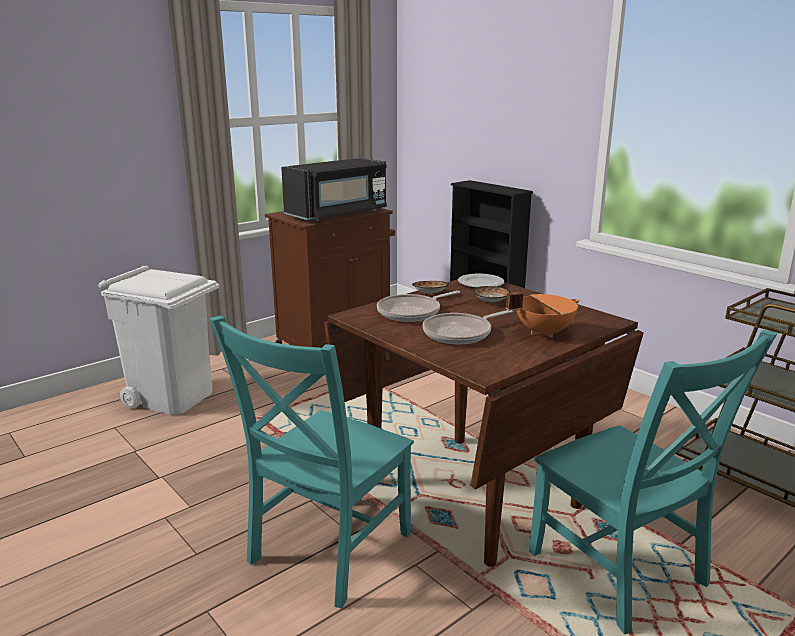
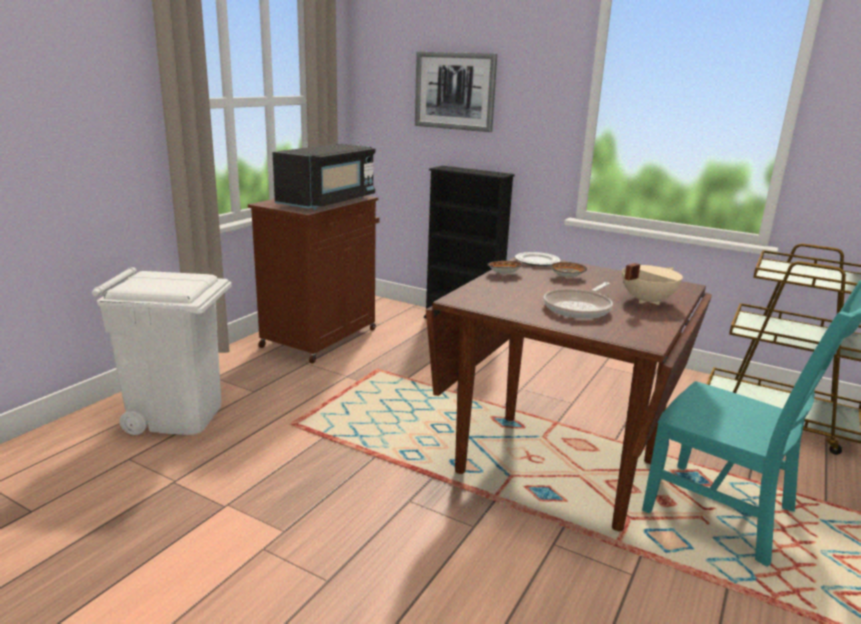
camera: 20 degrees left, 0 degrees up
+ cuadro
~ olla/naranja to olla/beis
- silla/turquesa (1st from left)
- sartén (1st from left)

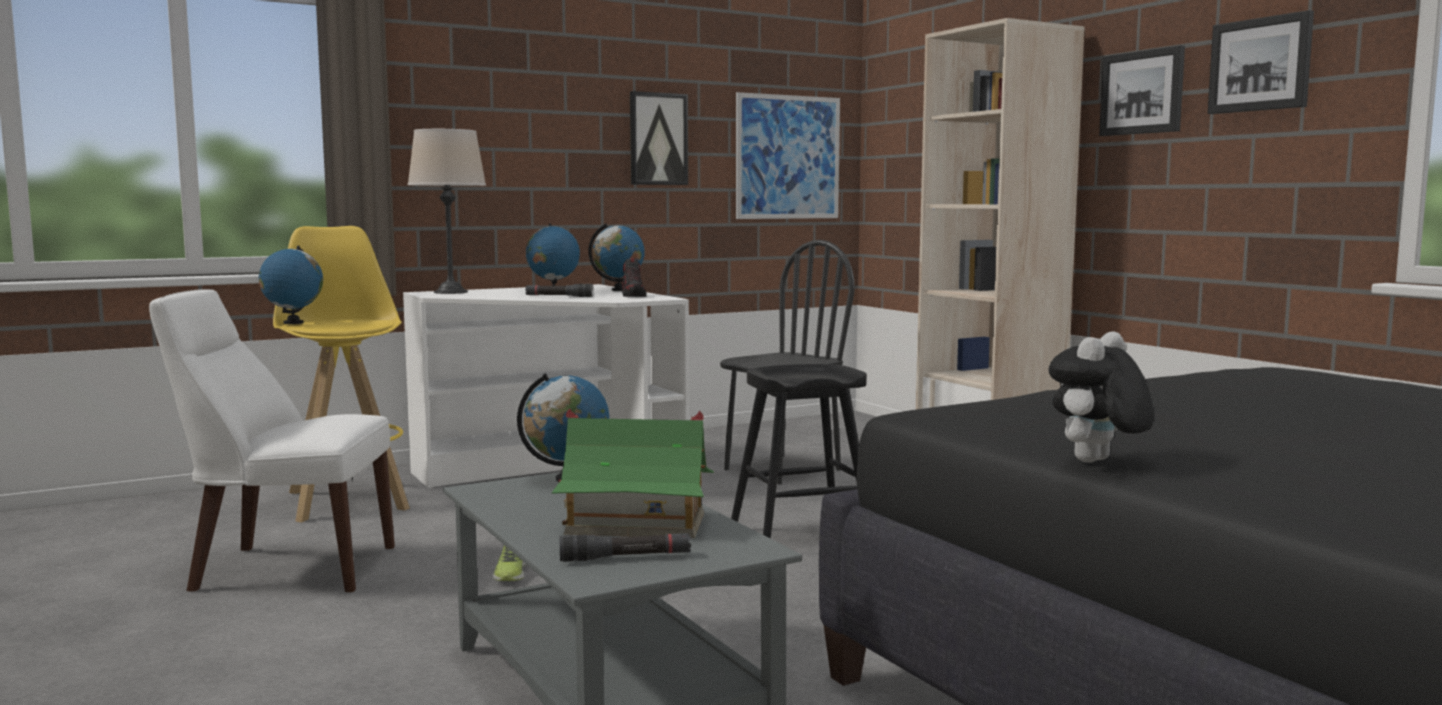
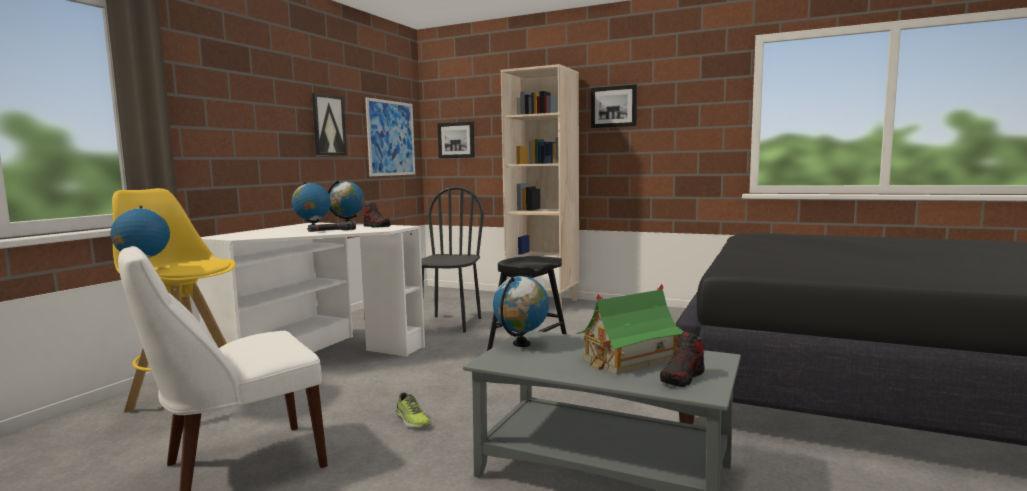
camera: 35 degrees left, 0 degrees up
~ cuadro (4th from left in the first image) to cuadro (3rd from left)
~ linterna/negro (2nd from left) to zapato (3rd from left)
- lámpara de mesa/beis
- peluche

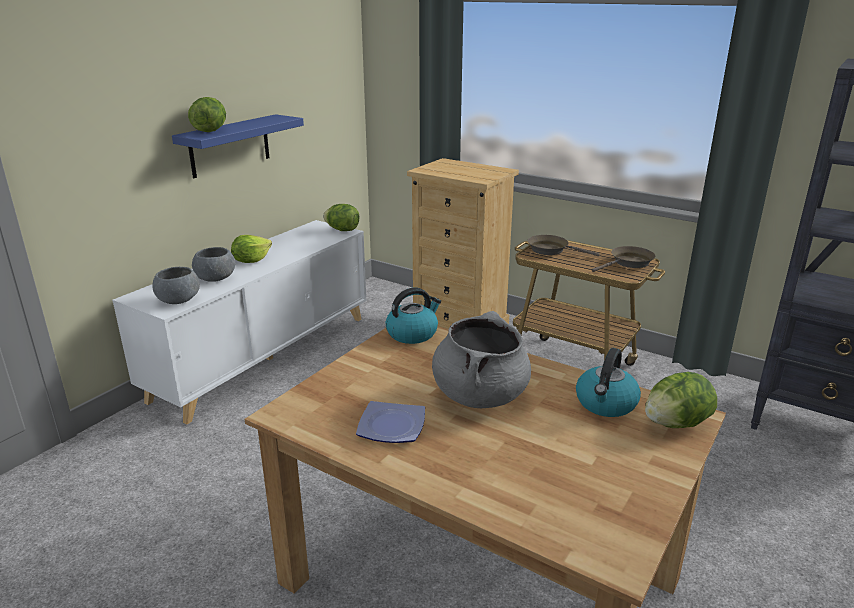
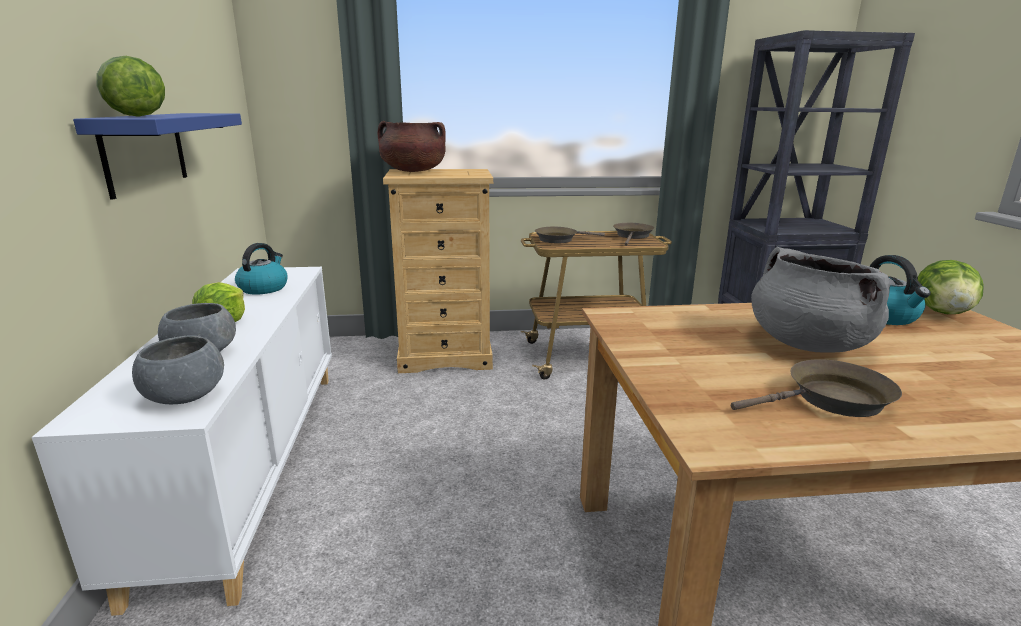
camera: 40 degrees left, 5 degrees down
~ hervidor (1st from left)
+ olla/marrón
~ plato to sartén/marrón (3rd from left)
- lechuga (3rd from left)

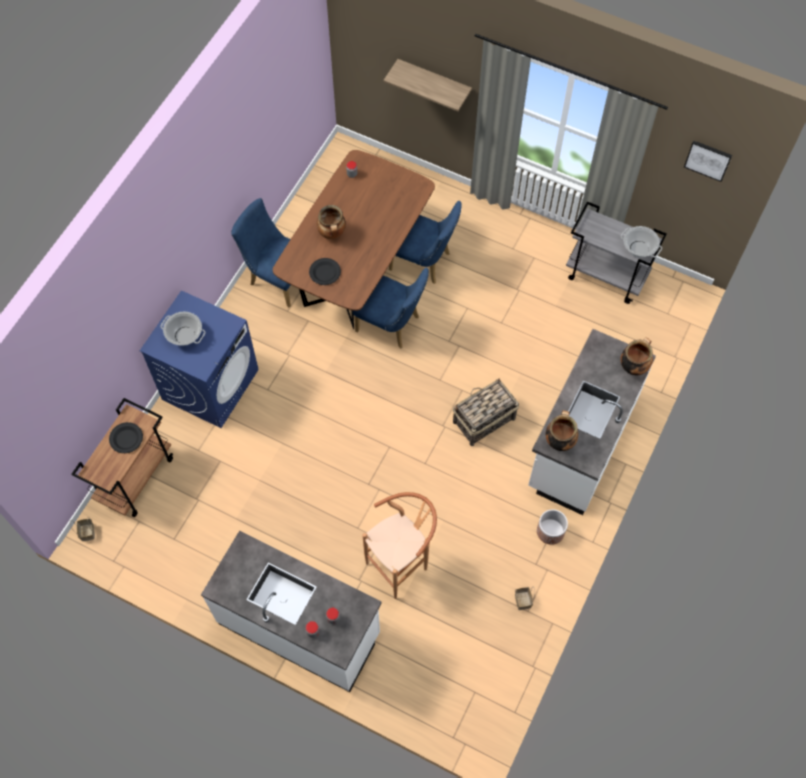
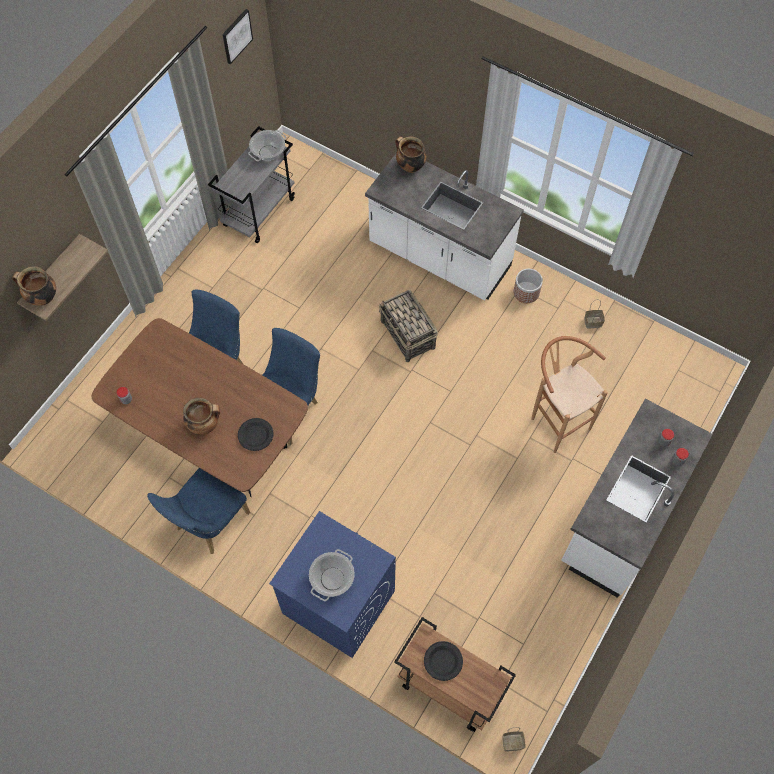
camera: 85 degrees left, 0 degrees up
~ olla (3rd from left in the first image) to olla (1st from left)

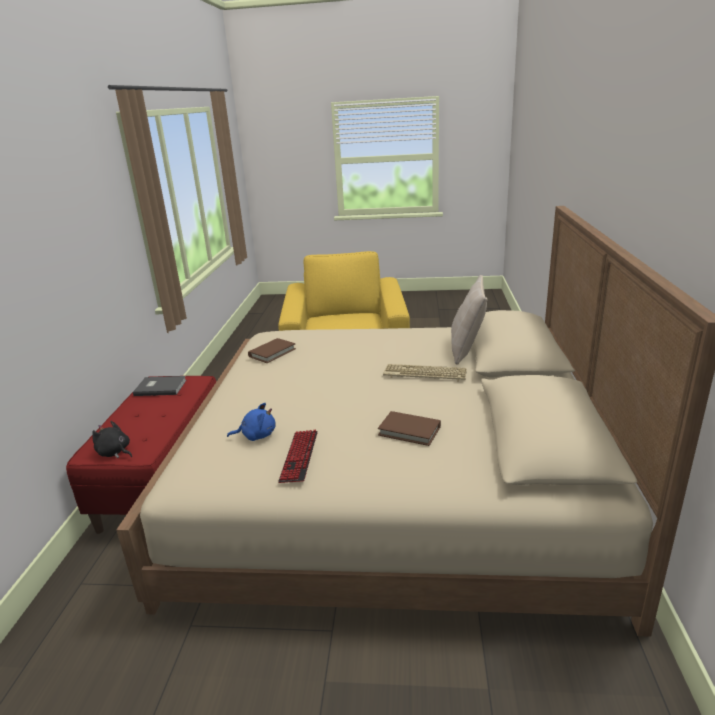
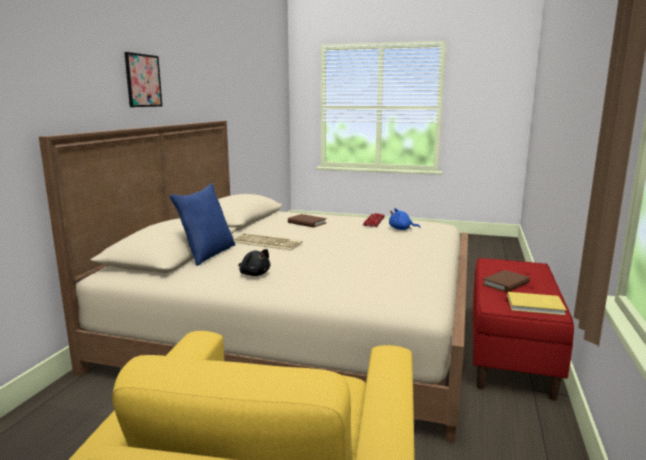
camera: 170 degrees left, 10 degrees down
+ cuadro
~ cojín/beis to cojín/azul
~ peluche/negro
~ libro/marrón (1st from left in the first image) to libro/marrón (2nd from left)
~ libro/gris to libro/amarillo

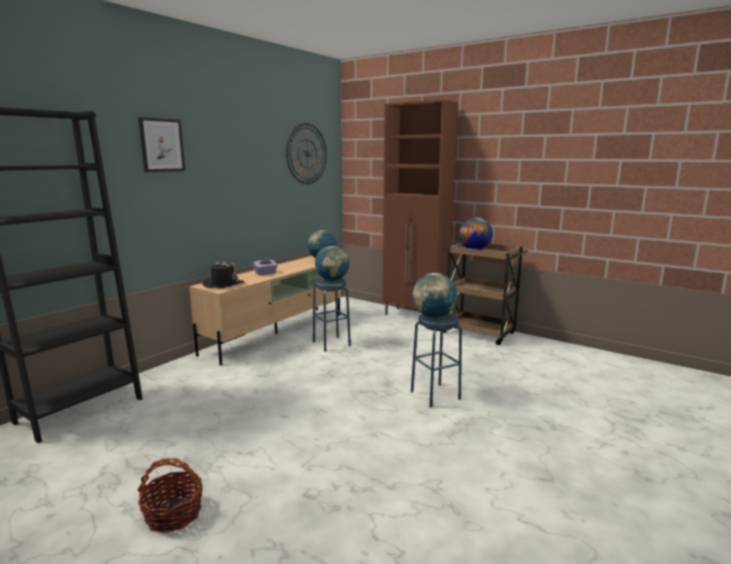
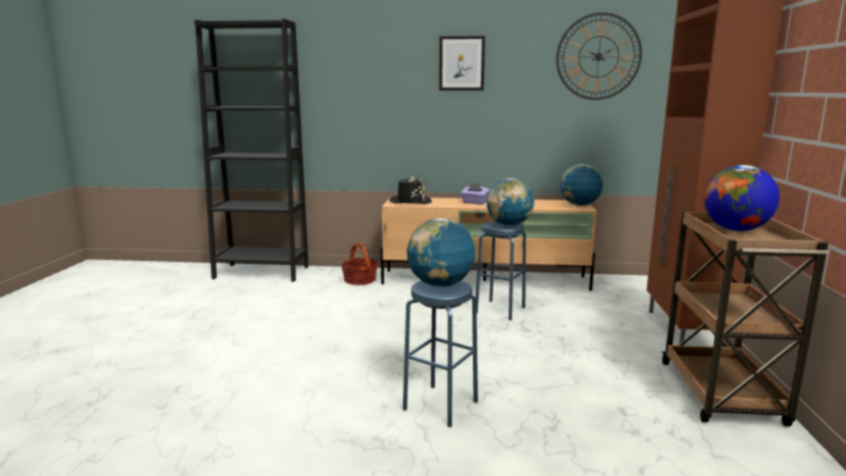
camera: 60 degrees right, 0 degrees up
~ cesta
~ cuadro

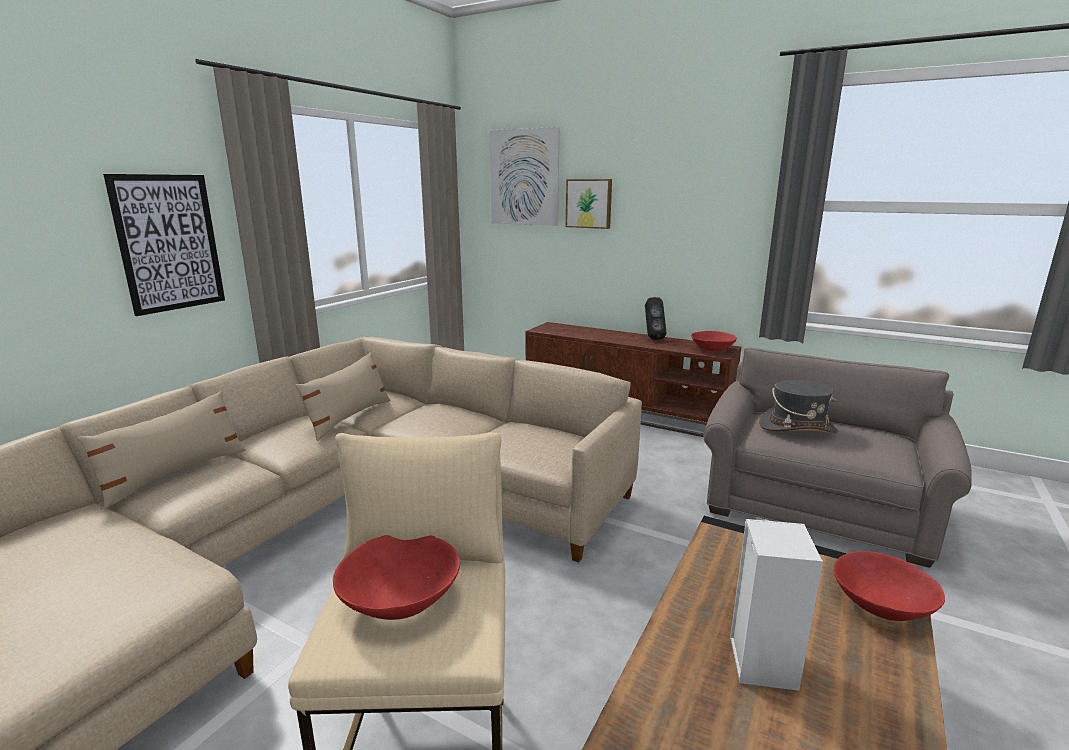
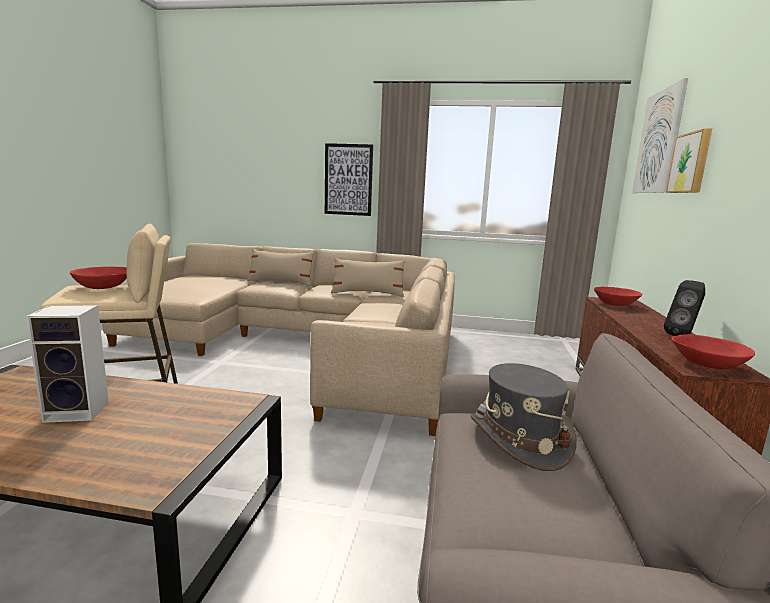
camera: 70 degrees right, 5 degrees down
~ cuenco/rojo (3rd from left in the first image) to cuenco/rojo (2nd from left)

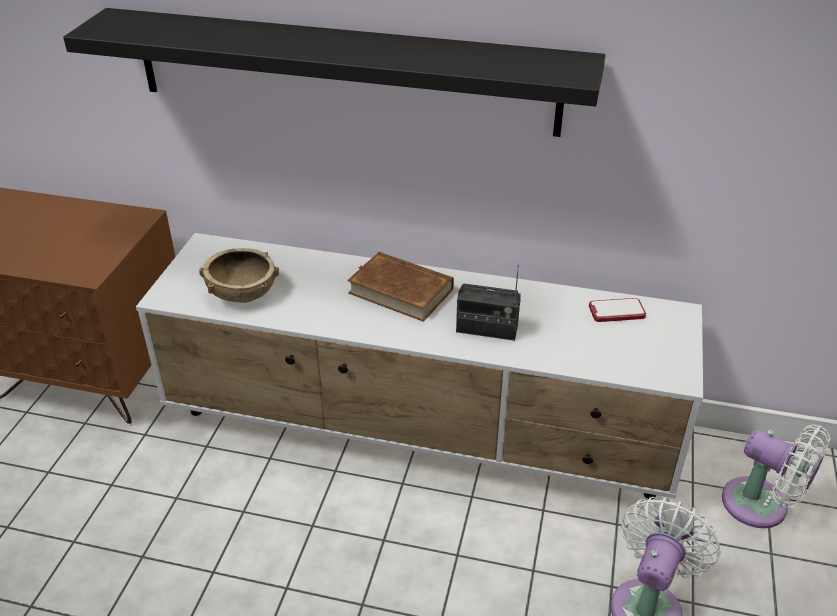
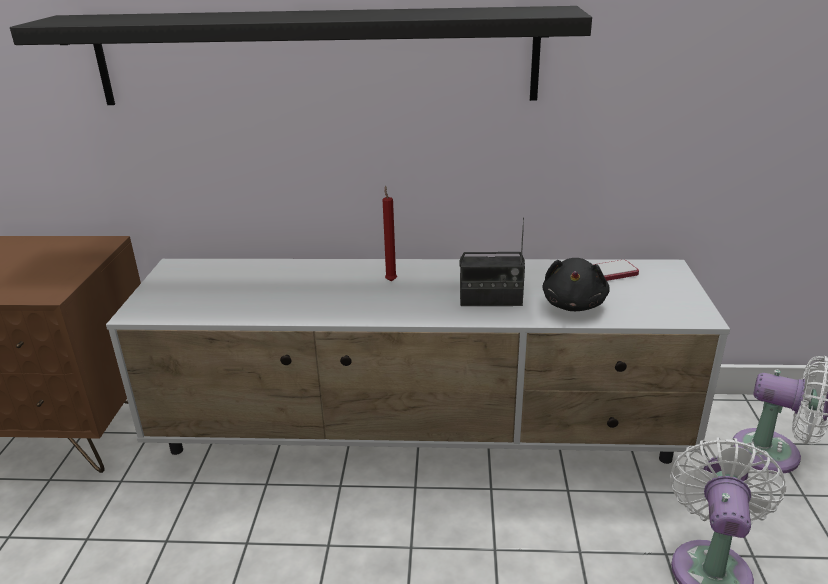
camera: 10 degrees left, 10 degrees down
~ libro/marrón to vela/rojo
+ peluche/negro
- cuenco/marrón

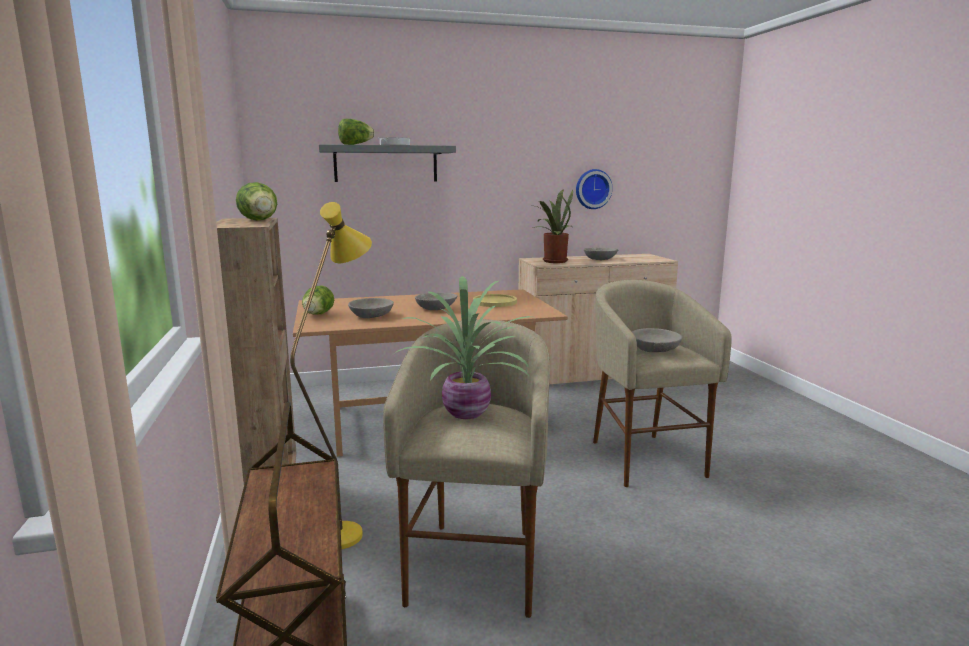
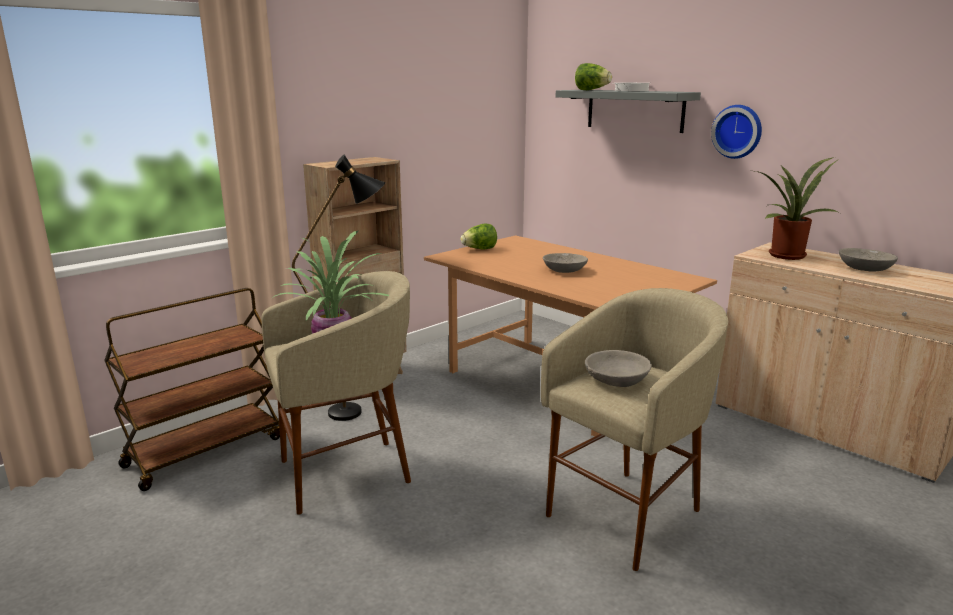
camera: 60 degrees right, 5 degrees up
~ lámpara de pie/amarillo to lámpara de pie/negro
~ reloj de pared
- lechuga (1st from left)
- cuenco/gris (1st from left)
- plato/amarillo

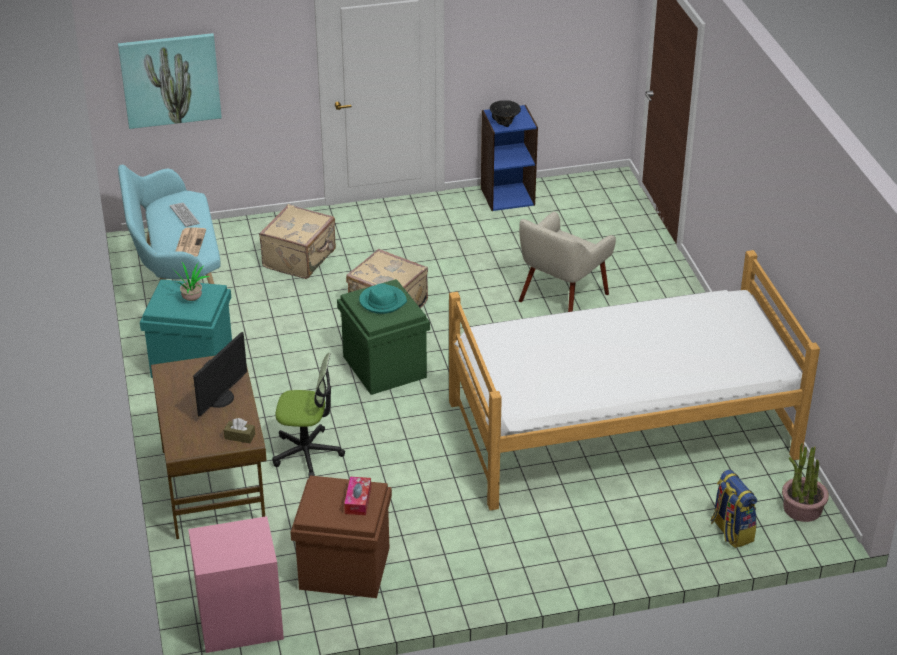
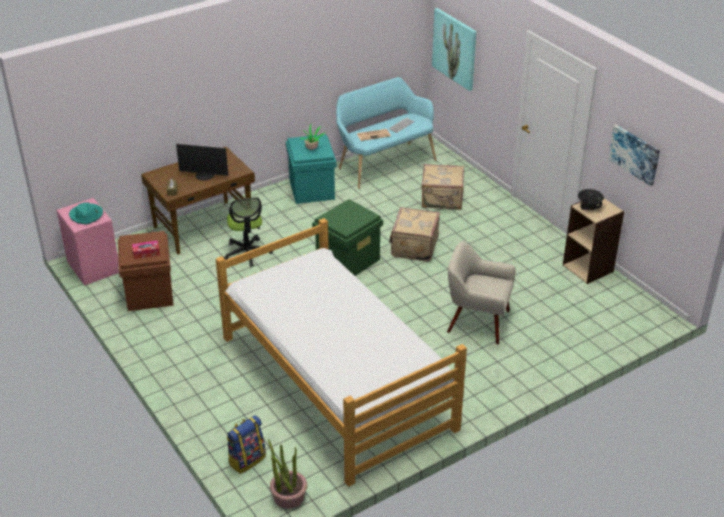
camera: 70 degrees right, 0 degrees up
~ sombrero/turquesa
~ estantería/azul to estantería/beis
+ cuadro (2nd from left)

